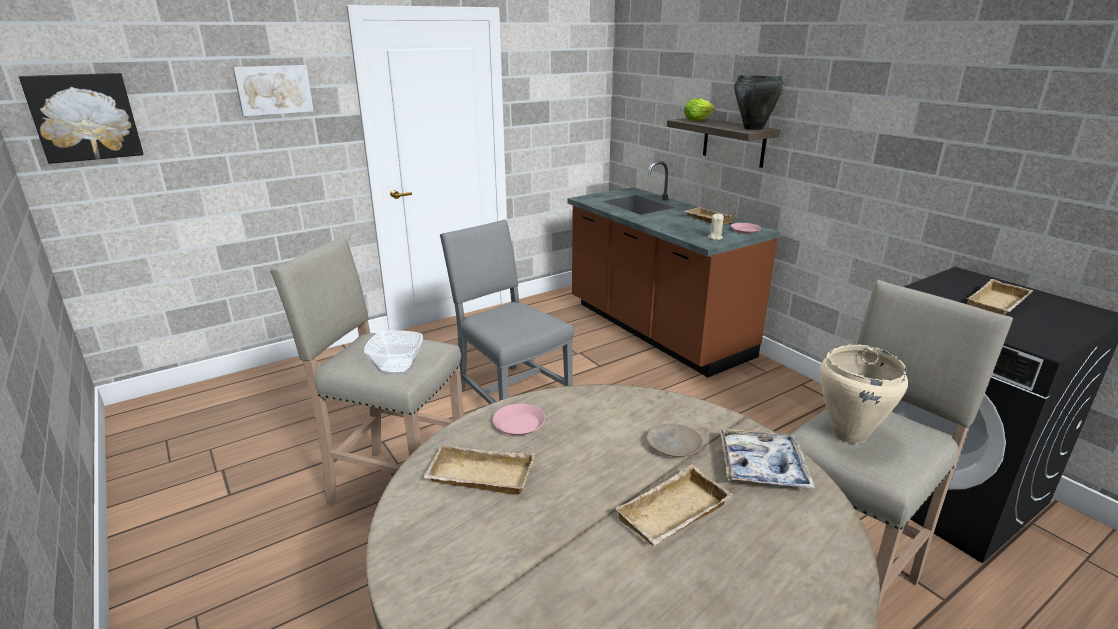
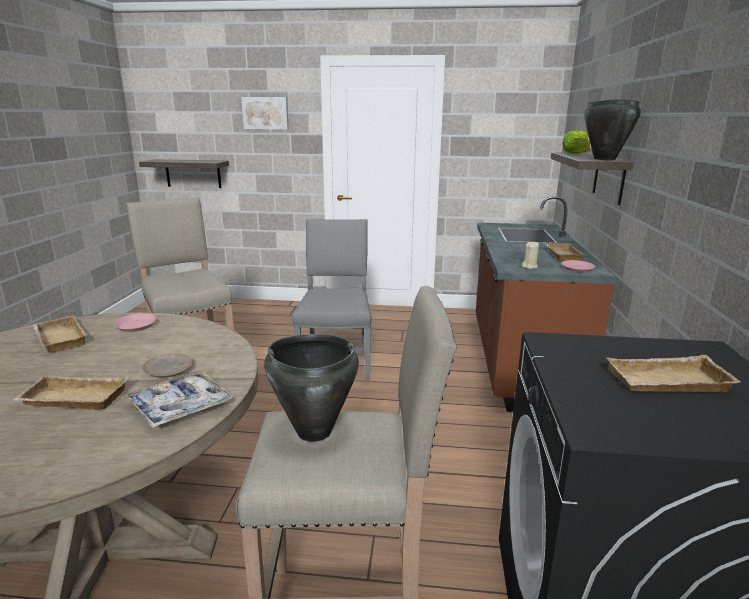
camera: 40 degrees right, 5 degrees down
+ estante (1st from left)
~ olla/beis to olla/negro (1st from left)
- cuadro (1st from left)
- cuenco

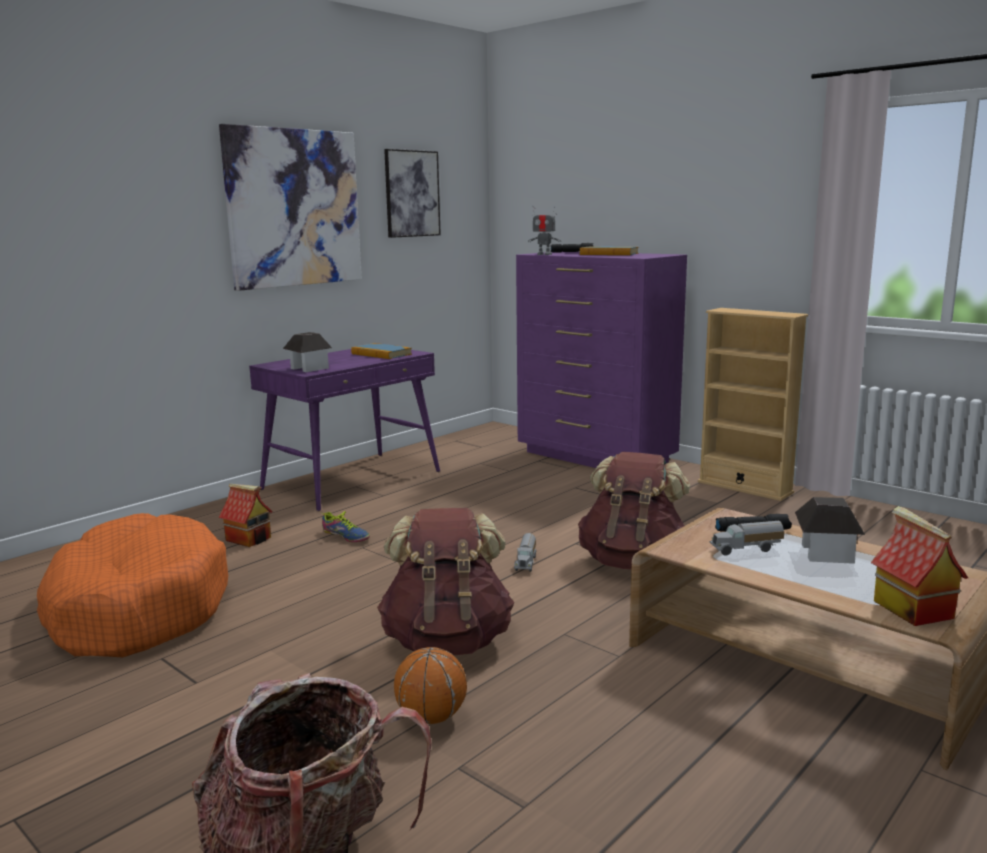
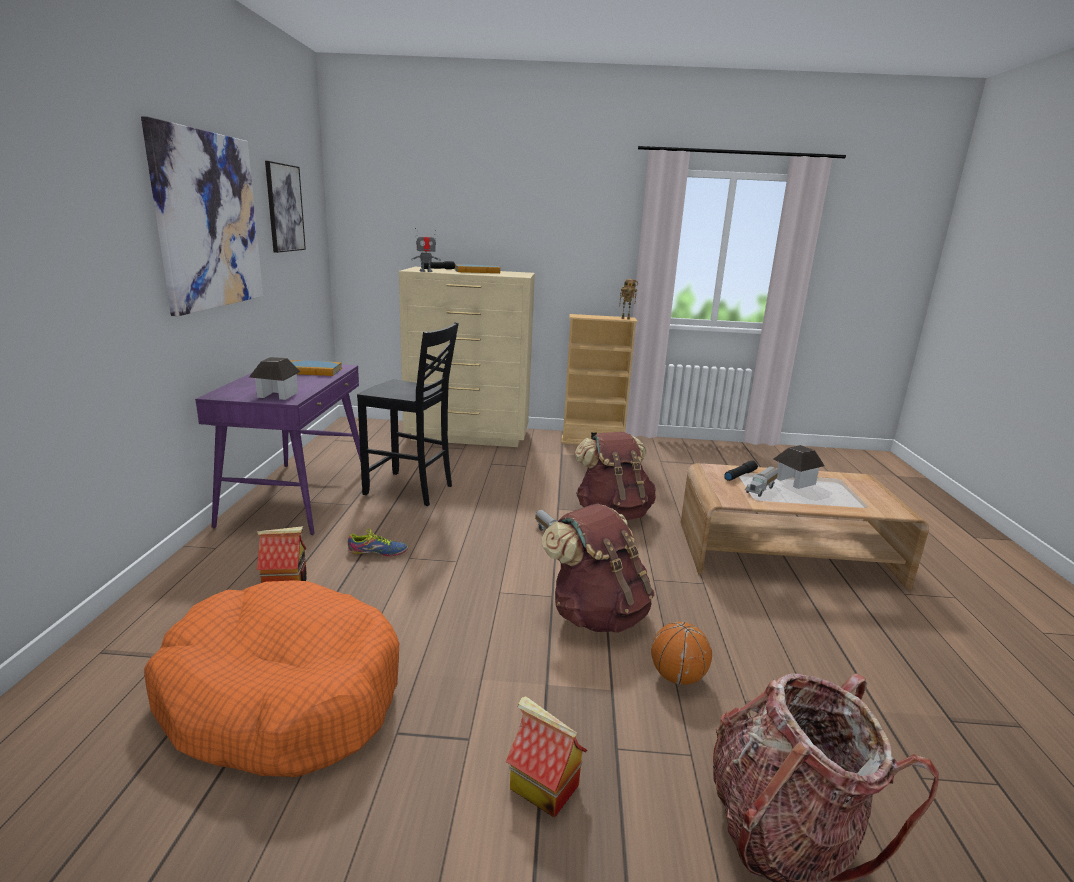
camera: 40 degrees left, 5 degrees up
+ silla/negro
~ cómoda/morado to cómoda/beis
~ casita (4th from left in the first image) to casita (3rd from left)
+ robot de juguete (2nd from left)

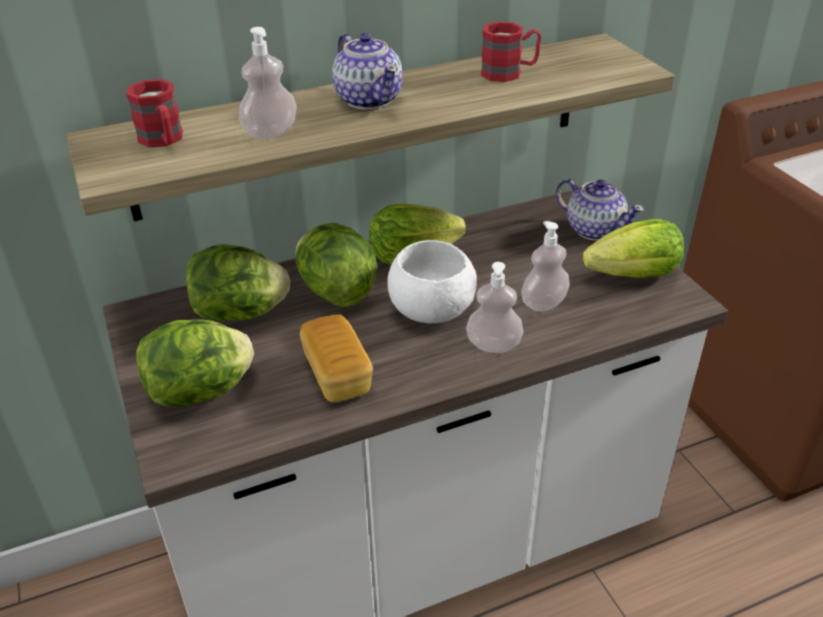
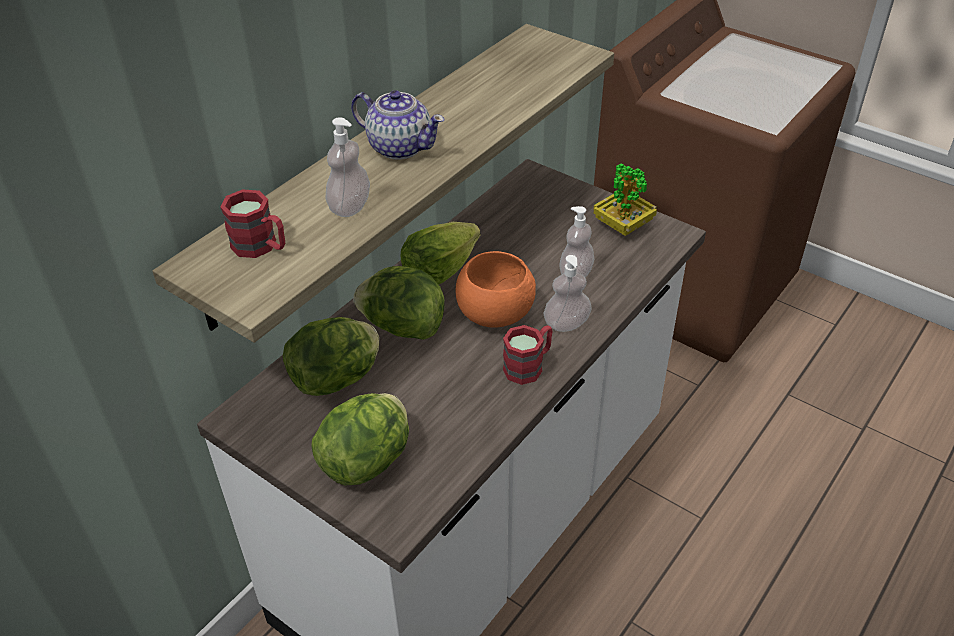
camera: 30 degrees left, 5 degrees up
~ cuenco/blanco to cuenco/naranja
~ taza grande/rojo (2nd from left)
~ lechuga (5th from left) to planta en maceta
- pan
- tetera (2nd from left)

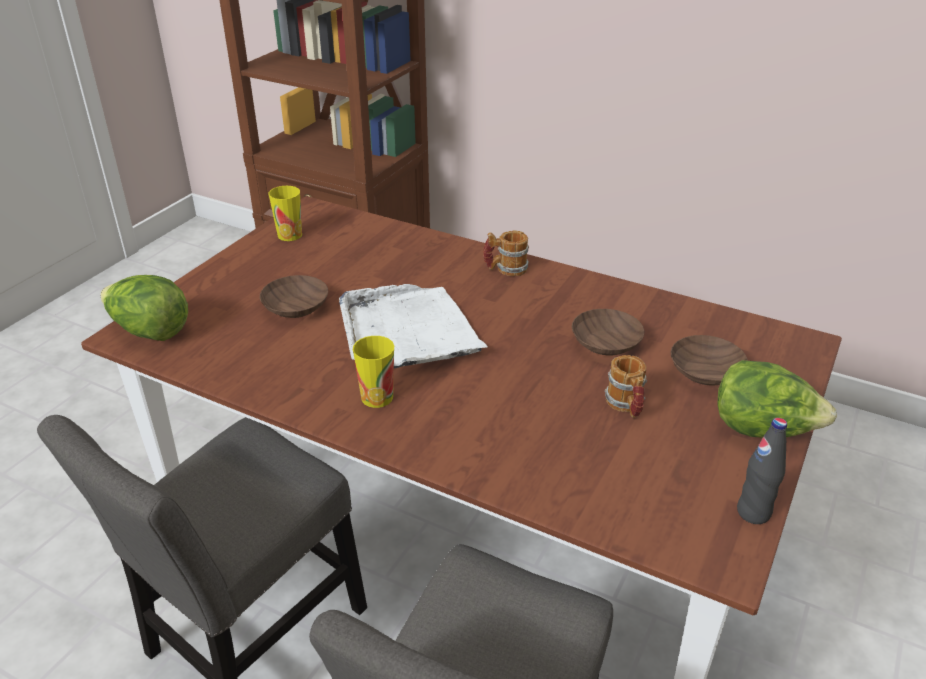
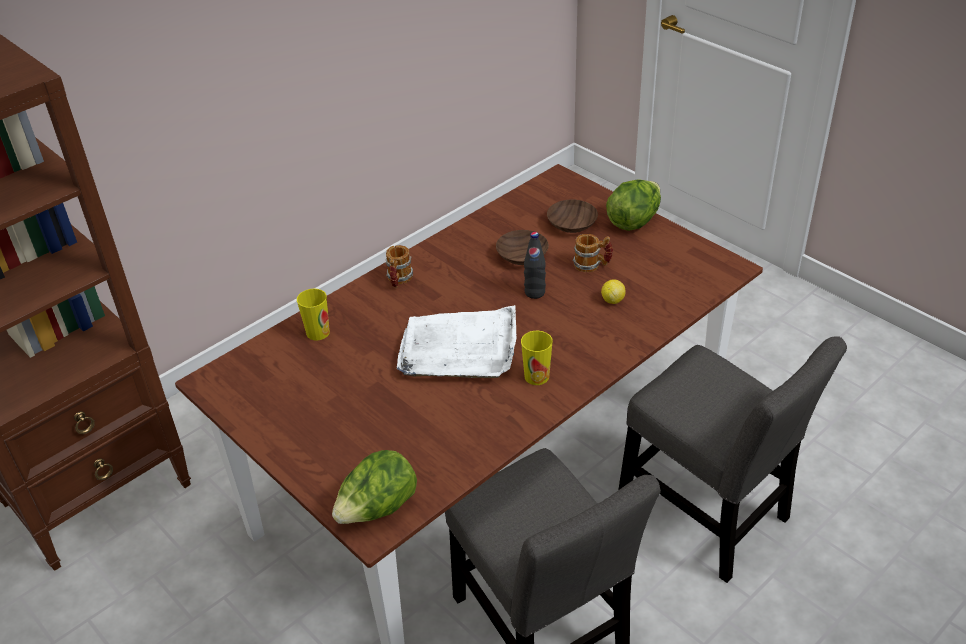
camera: 70 degrees left, 5 degrees up
~ taza (1st from left)
~ botella/negro
+ limón
- cuenco/marrón (1st from left)

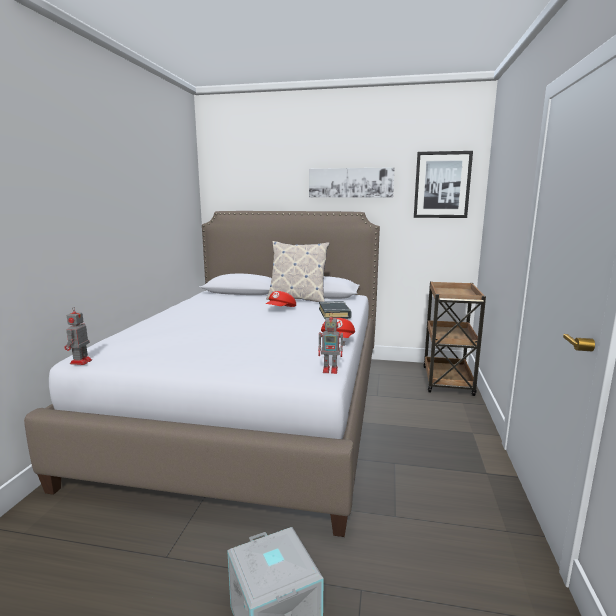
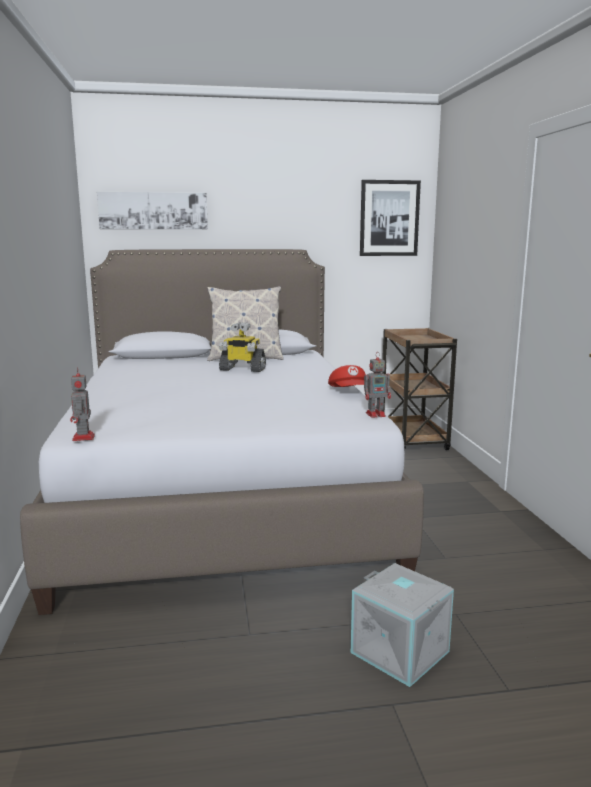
camera: 20 degrees left, 0 degrees up
~ cuadro (1st from left)
~ gorra/rojo (1st from left) to robot de juguete (2nd from left)
- libro/negro

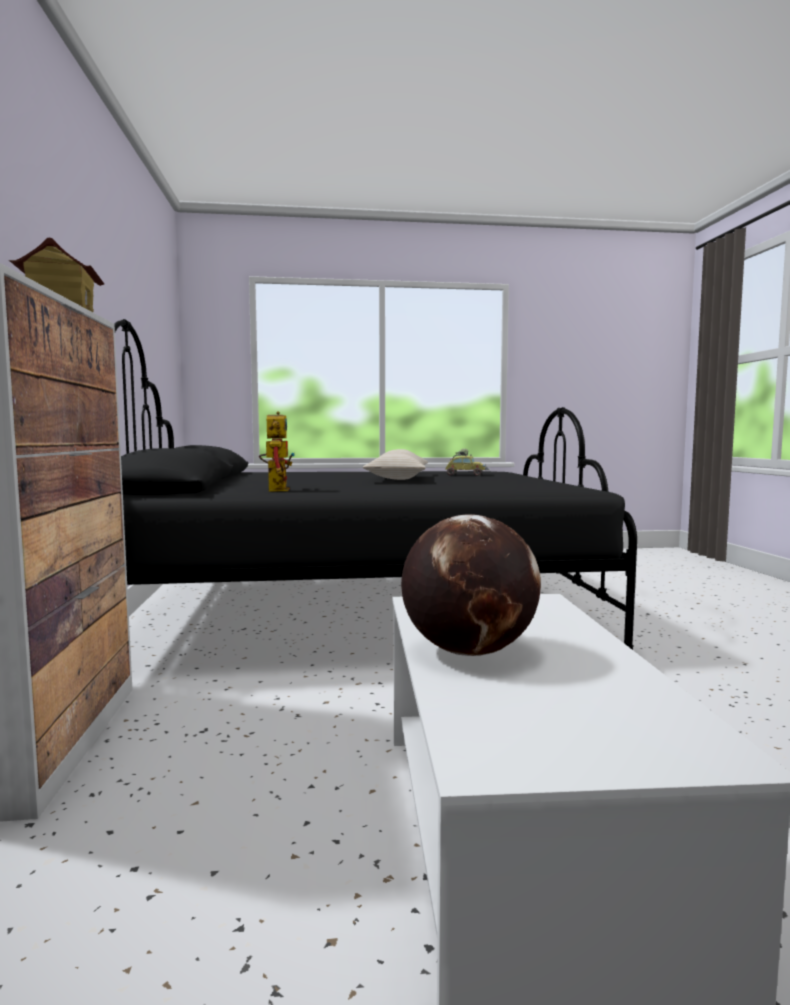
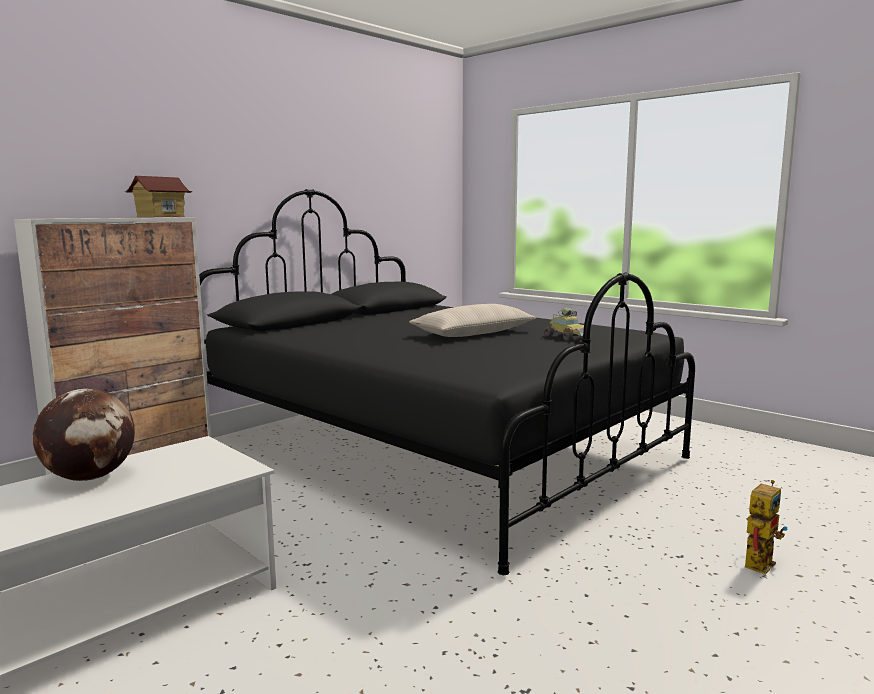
camera: 50 degrees right, 5 degrees up
~ robot de juguete

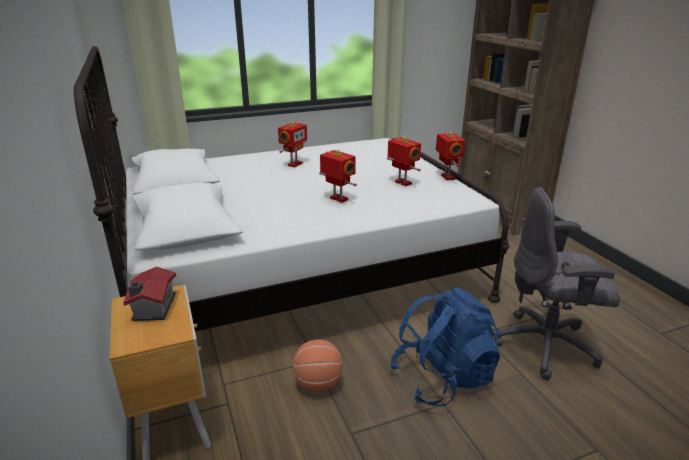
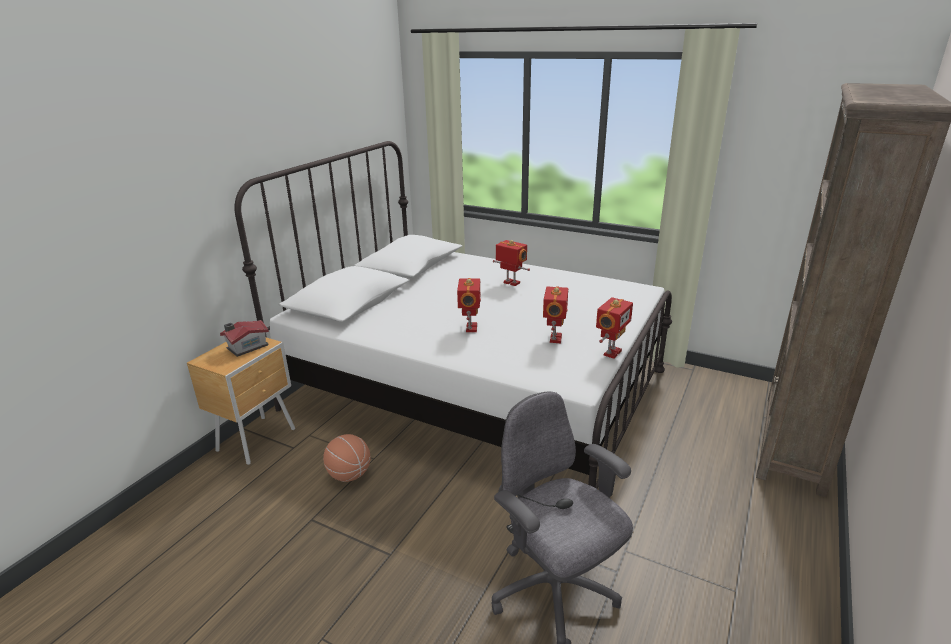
camera: 50 degrees right, 0 degrees up
~ robot de juguete (1st from left in the first image) 135 degrees counterclockwise
- mochila/azul

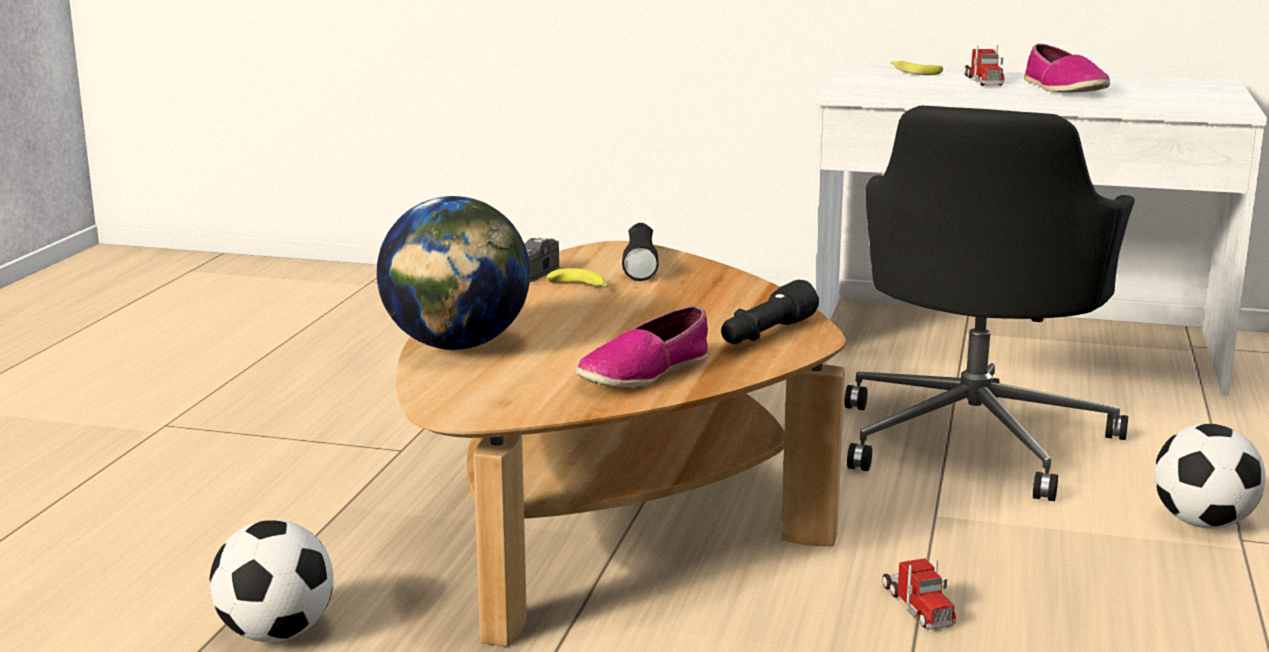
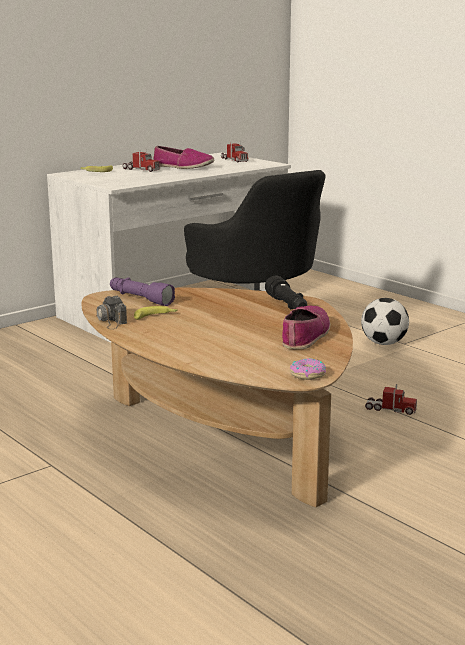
camera: 55 degrees left, 0 degrees up
~ linterna/negro (1st from left) to linterna/morado
+ camión de juguete (2nd from left)
~ zapato (1st from left in the first image) 150 degrees counterclockwise
+ rosquilla
- balón de fútbol (1st from left)
- globo terráqueo

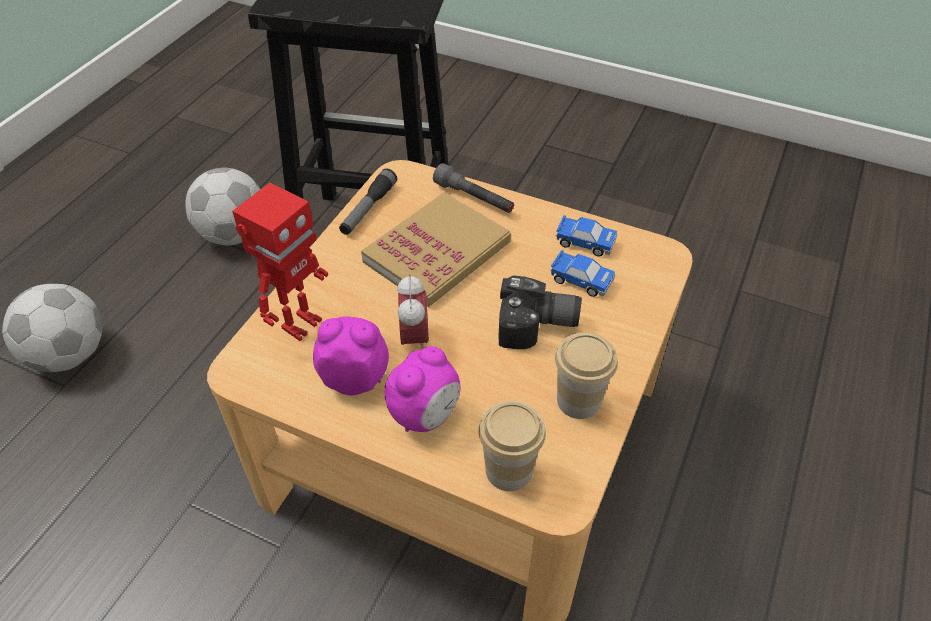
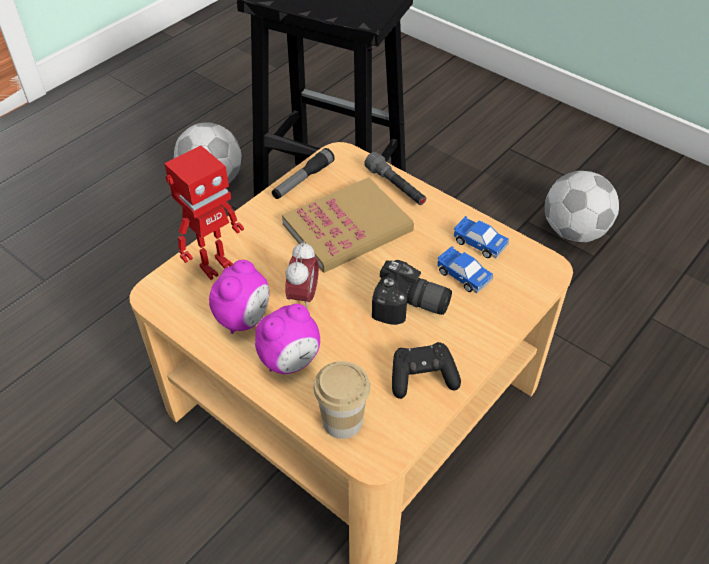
camera: 15 degrees right, 0 degrees up
~ despertador (1st from left) 90 degrees clockwise
~ taza (2nd from left) to mando de consola/negro
~ balón de fútbol (1st from left in the first image) to balón de fútbol (2nd from left)

